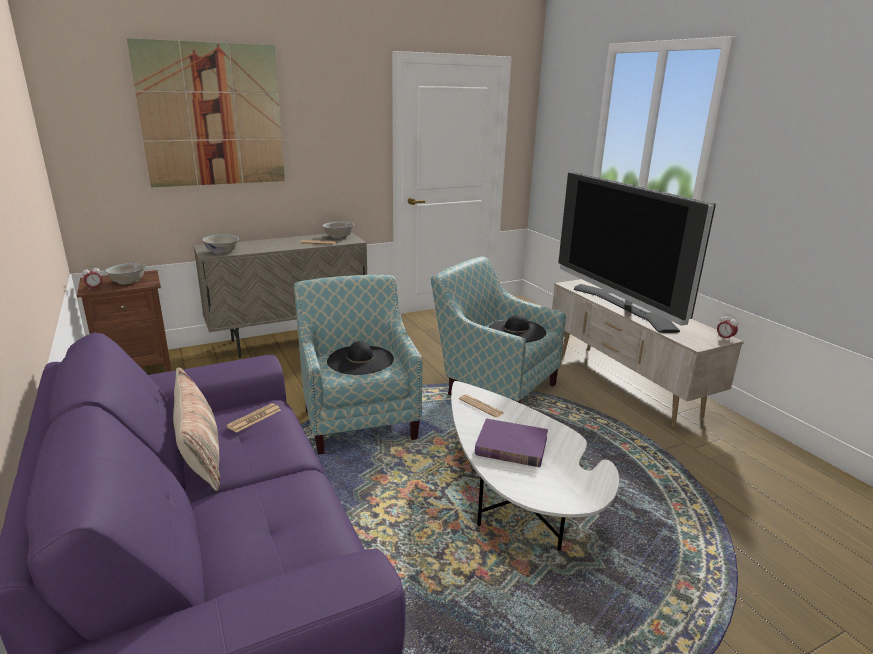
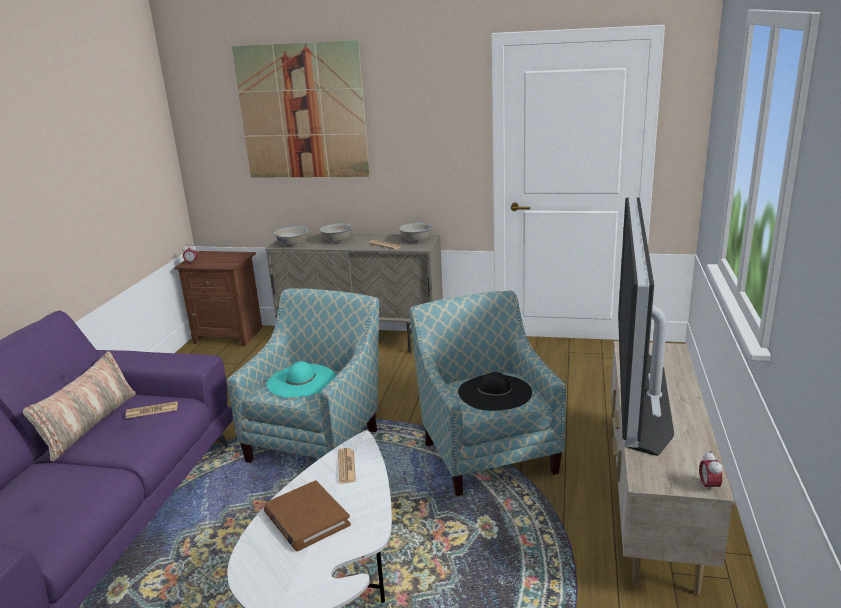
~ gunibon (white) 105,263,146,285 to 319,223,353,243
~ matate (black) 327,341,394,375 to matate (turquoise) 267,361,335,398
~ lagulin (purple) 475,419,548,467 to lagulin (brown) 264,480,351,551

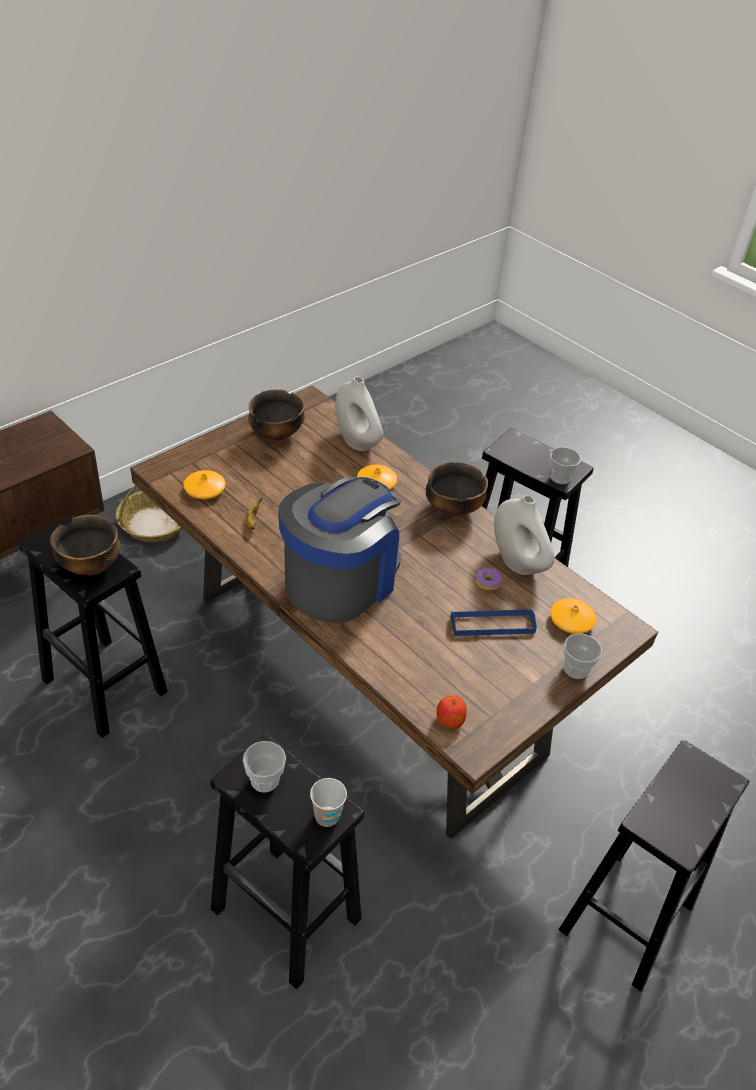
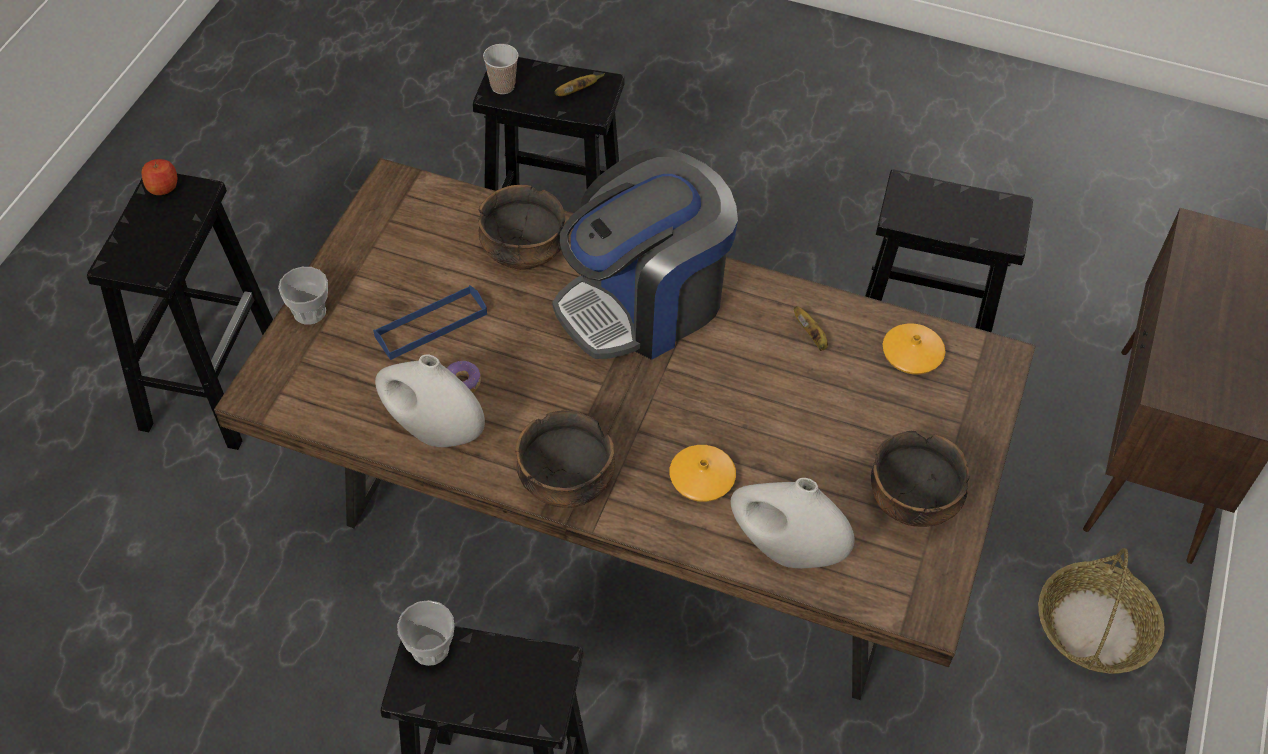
- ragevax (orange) 550,598,596,634
~ gunibon 50,515,121,576 to 478,185,565,270
~ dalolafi 437,696,467,729 to 141,159,177,195
~ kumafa 243,741,286,792 to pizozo 554,73,605,96
~ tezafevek 278,477,402,623 = 553,148,738,360 45 degrees clockwise

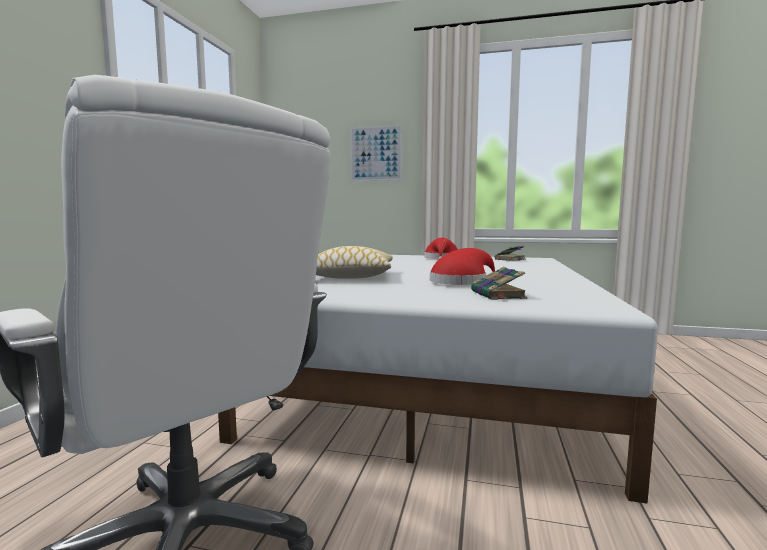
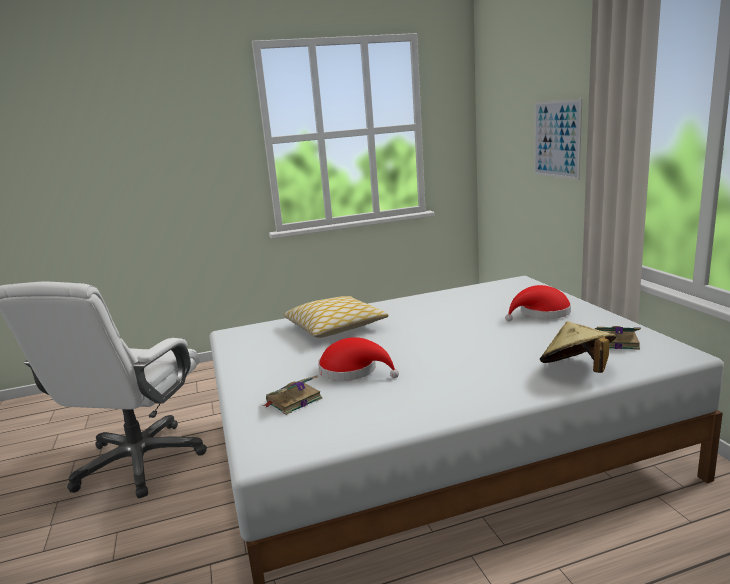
+ matate (beige) 540,321,616,373

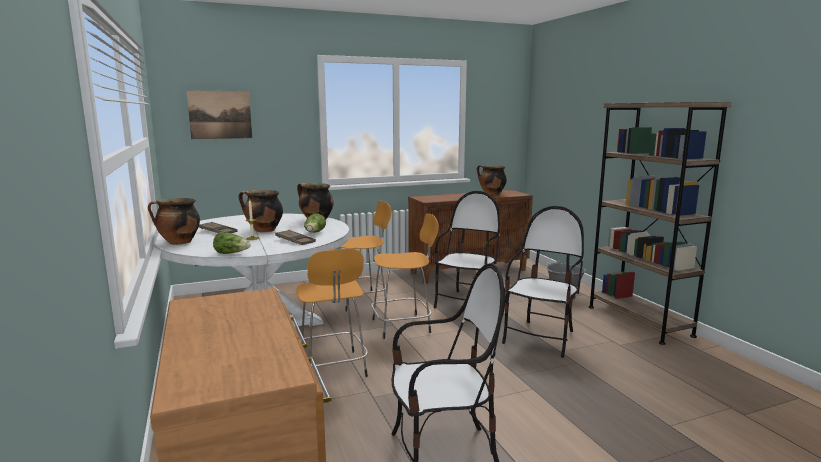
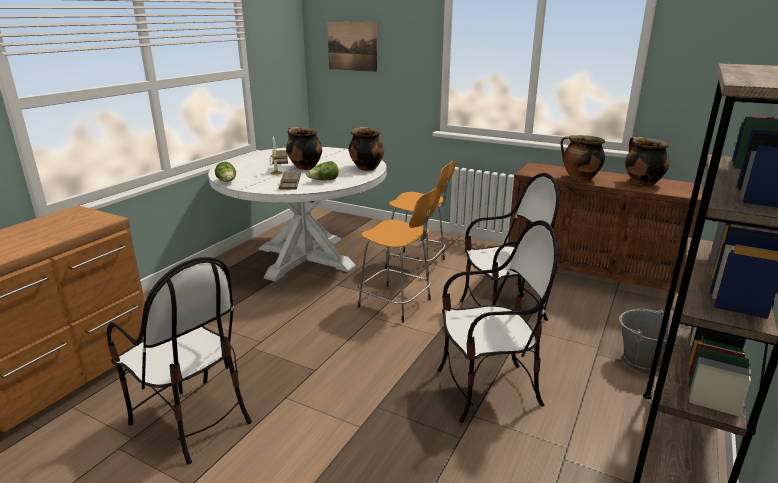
- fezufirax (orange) 296,249,368,377
~ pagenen 148,198,200,245 to 561,135,605,181

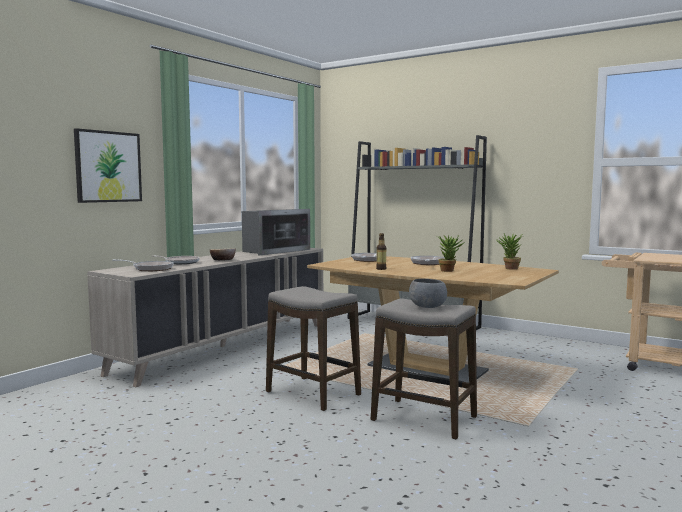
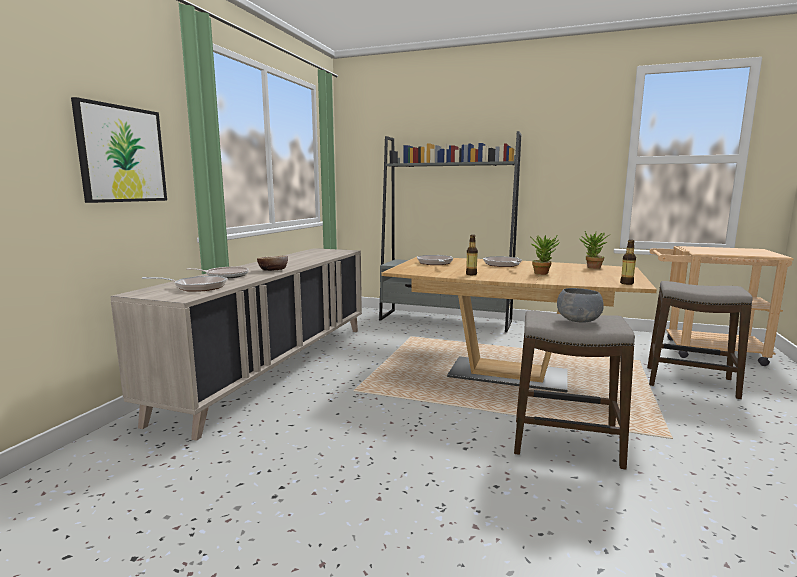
- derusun 242,209,310,256
+ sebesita 620,240,636,285
~ fezufirax 266,286,361,411 to 647,281,753,399

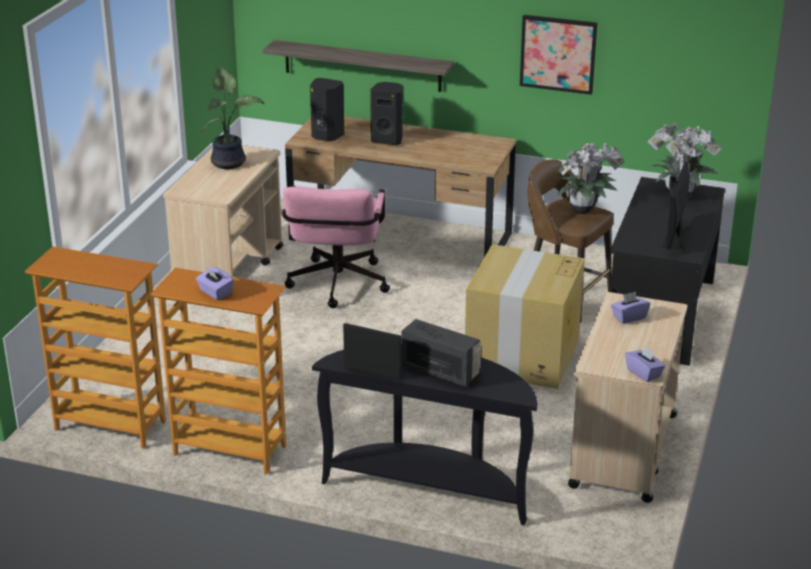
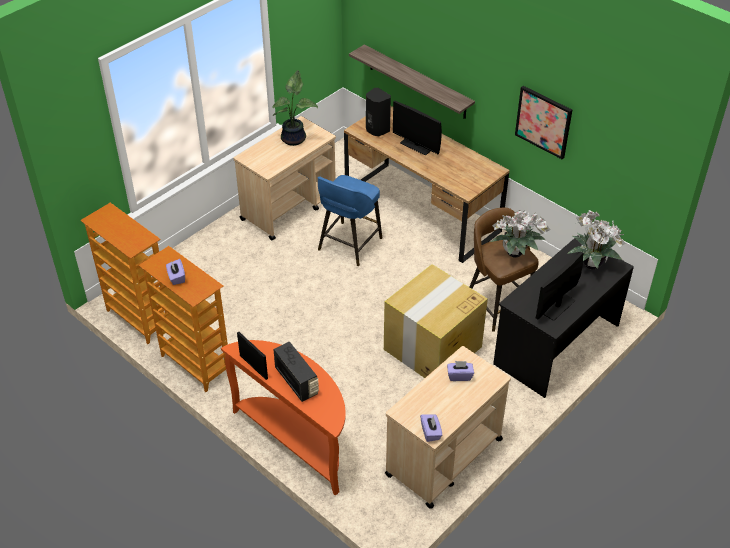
~ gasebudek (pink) 282,186,390,308 to fezufirax (blue) 318,175,382,266
~ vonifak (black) 370,82,403,145 to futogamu 393,101,442,156
~ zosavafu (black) 312,350,538,525 to zosavafu (orange) 221,340,346,496

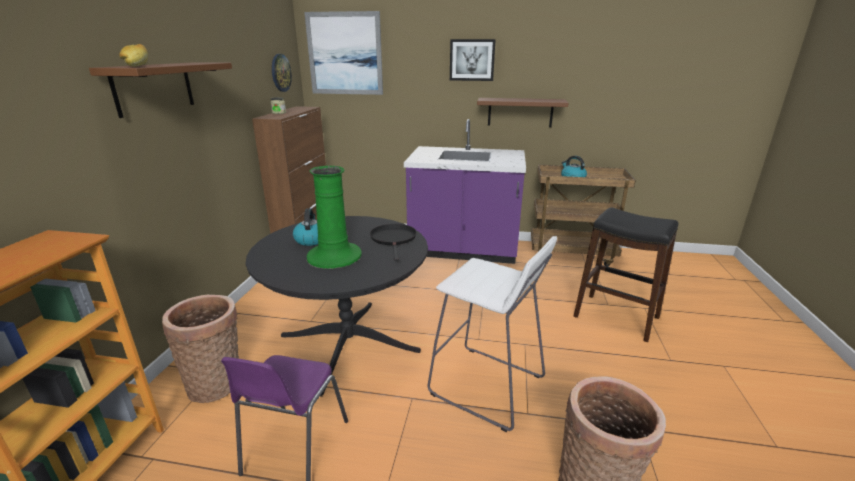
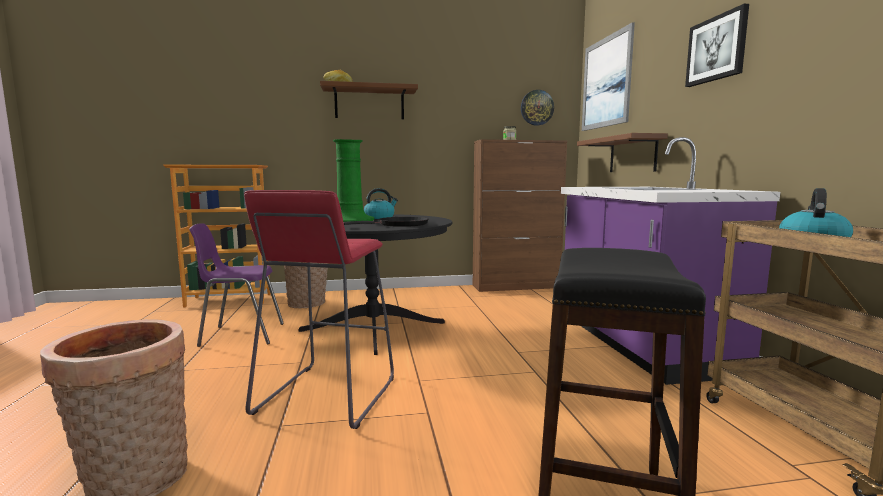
~ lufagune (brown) 477,98,568,127 to 577,133,668,172
~ fezufirax (white) 427,236,557,432 to fezufirax (red) 244,190,394,429

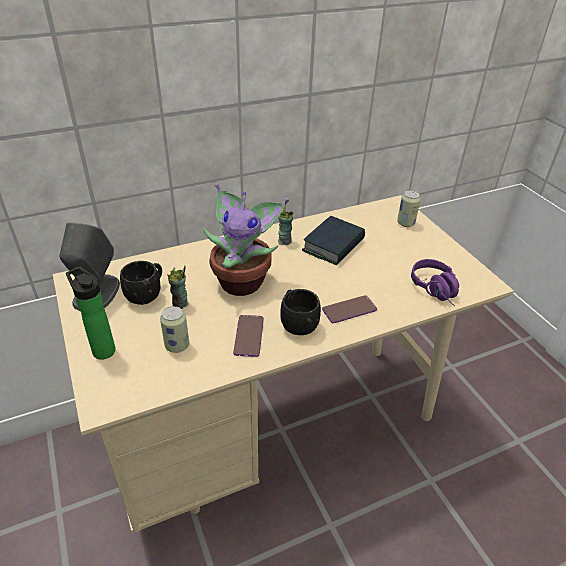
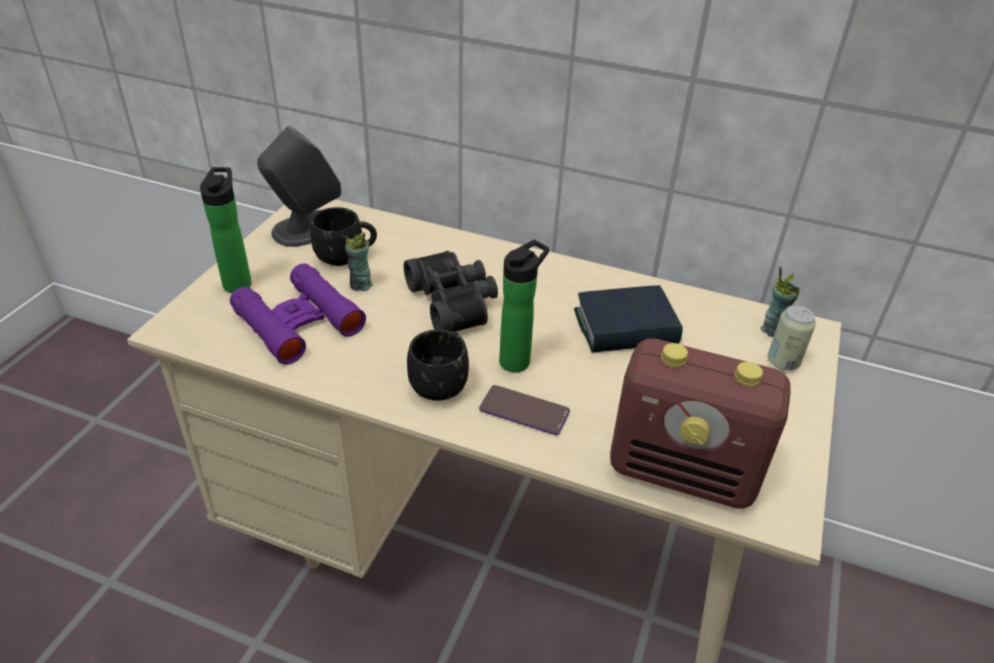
- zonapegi 233,315,264,357
+ sebesita 499,240,549,372
~ kumafa 278,206,294,245 to 760,267,800,337
~ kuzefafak 160,306,189,353 to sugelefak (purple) 230,263,366,364
~ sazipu 203,183,289,296 to sugelefak (black) 404,251,498,331
~ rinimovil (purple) 411,259,459,306 to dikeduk 610,338,791,509

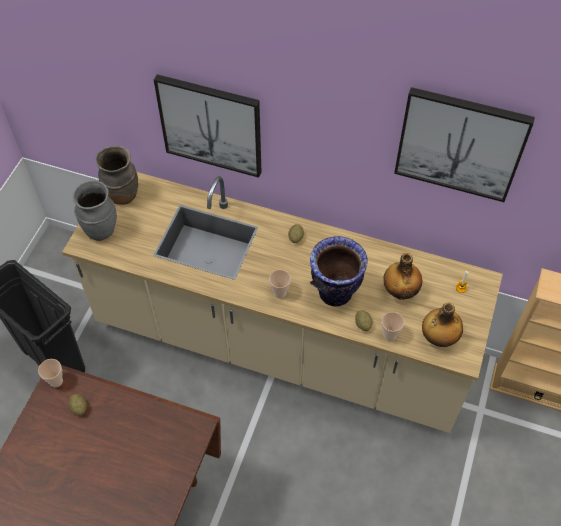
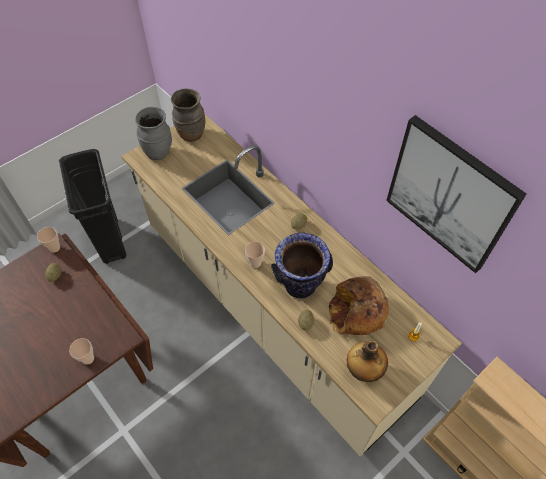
- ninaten 154,74,262,178
~ kumafa 382,312,404,341 to 69,338,94,365
~ sebesita 383,253,422,300 to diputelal 328,276,389,335

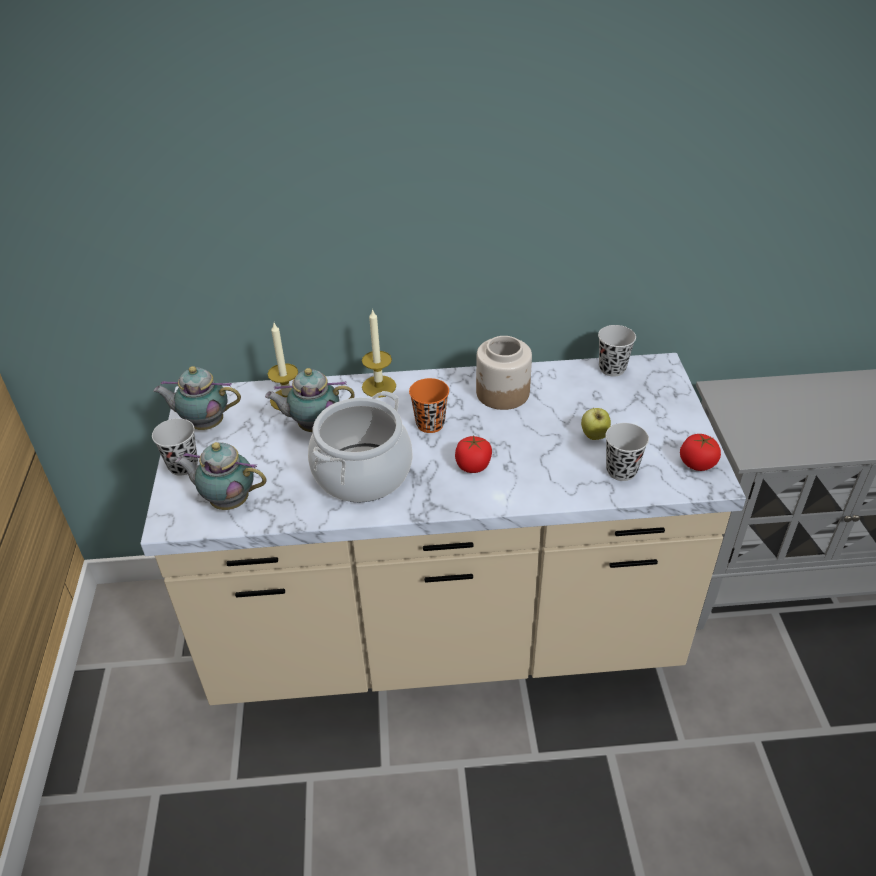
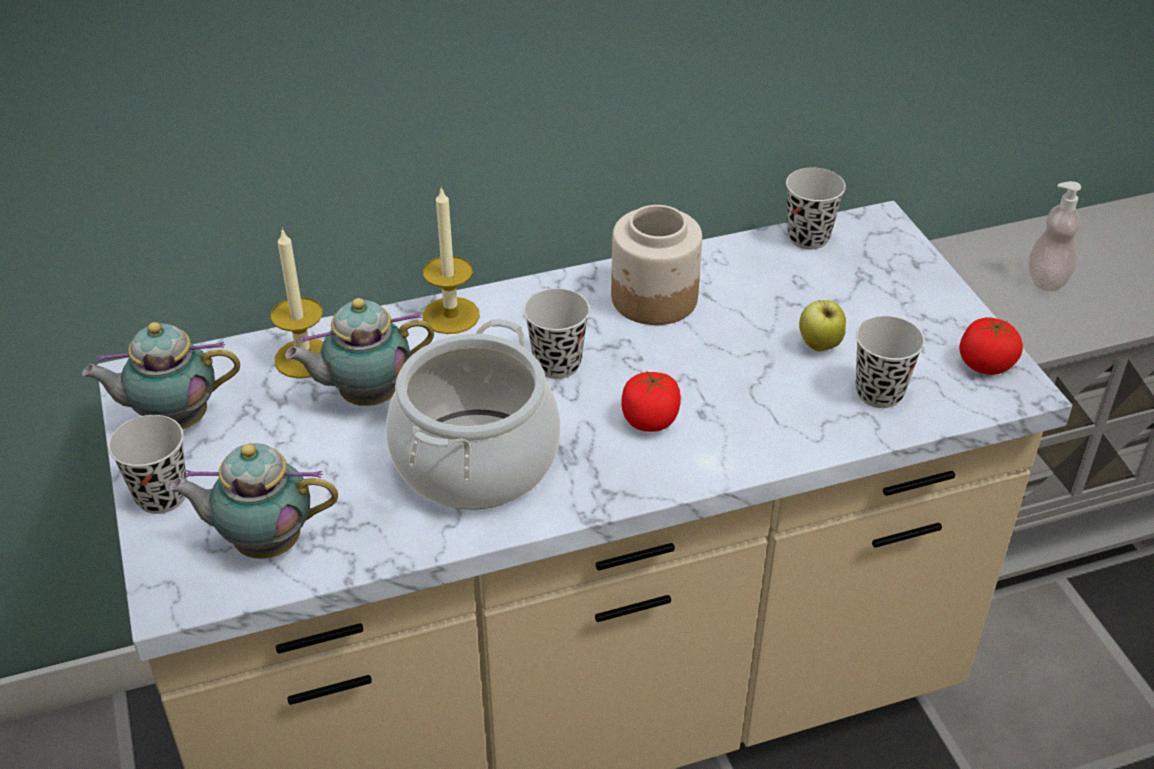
+ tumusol 1029,181,1081,292
~ kumafa (orange) 409,378,449,433 to kumafa (black) 524,288,590,379

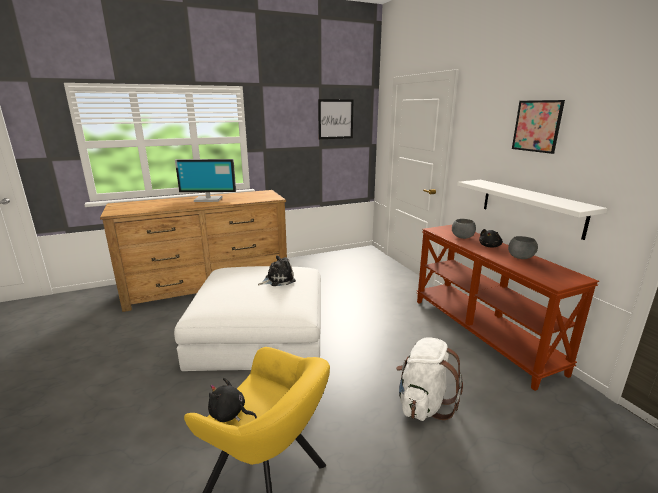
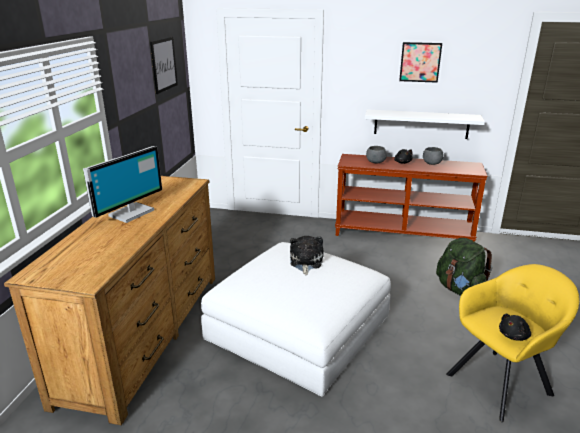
~ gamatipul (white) 396,338,463,421 to gamatipul (green) 436,238,492,296

